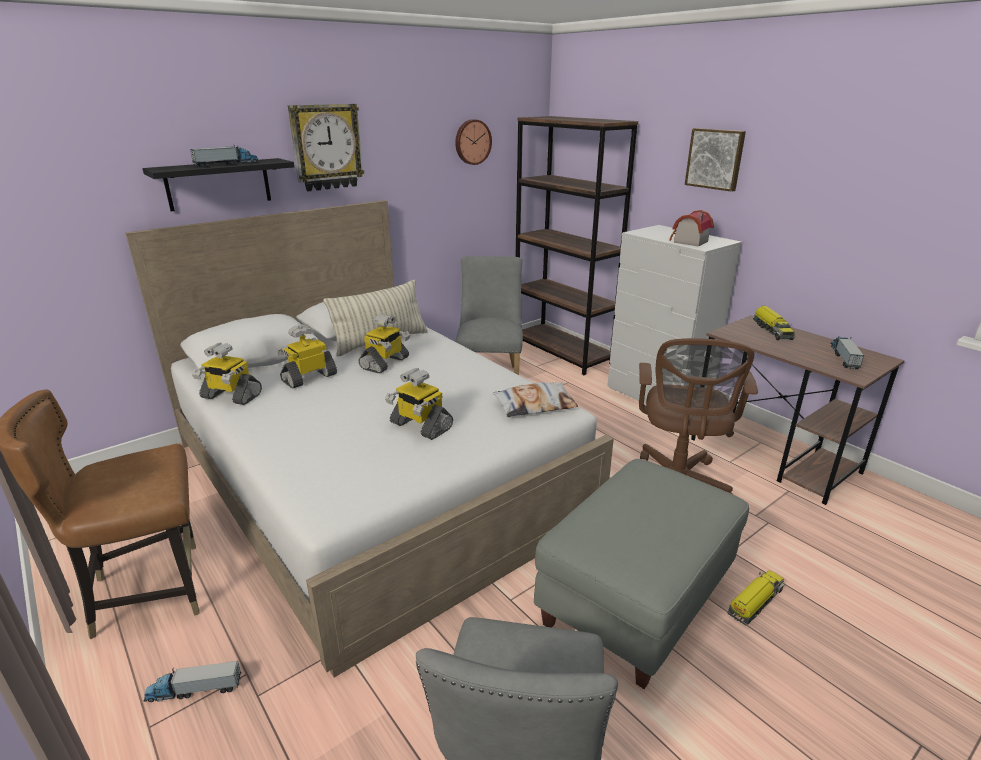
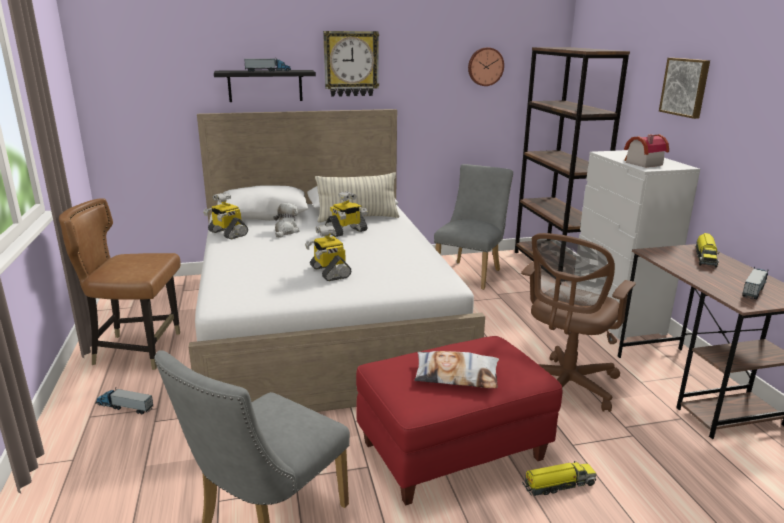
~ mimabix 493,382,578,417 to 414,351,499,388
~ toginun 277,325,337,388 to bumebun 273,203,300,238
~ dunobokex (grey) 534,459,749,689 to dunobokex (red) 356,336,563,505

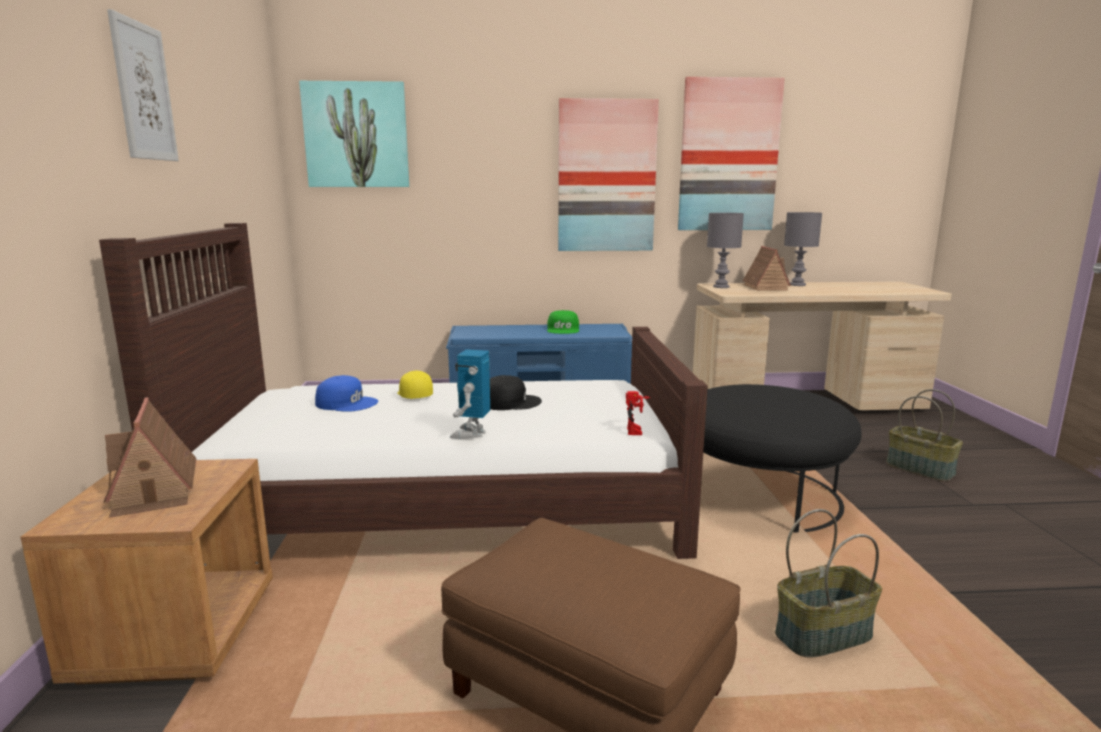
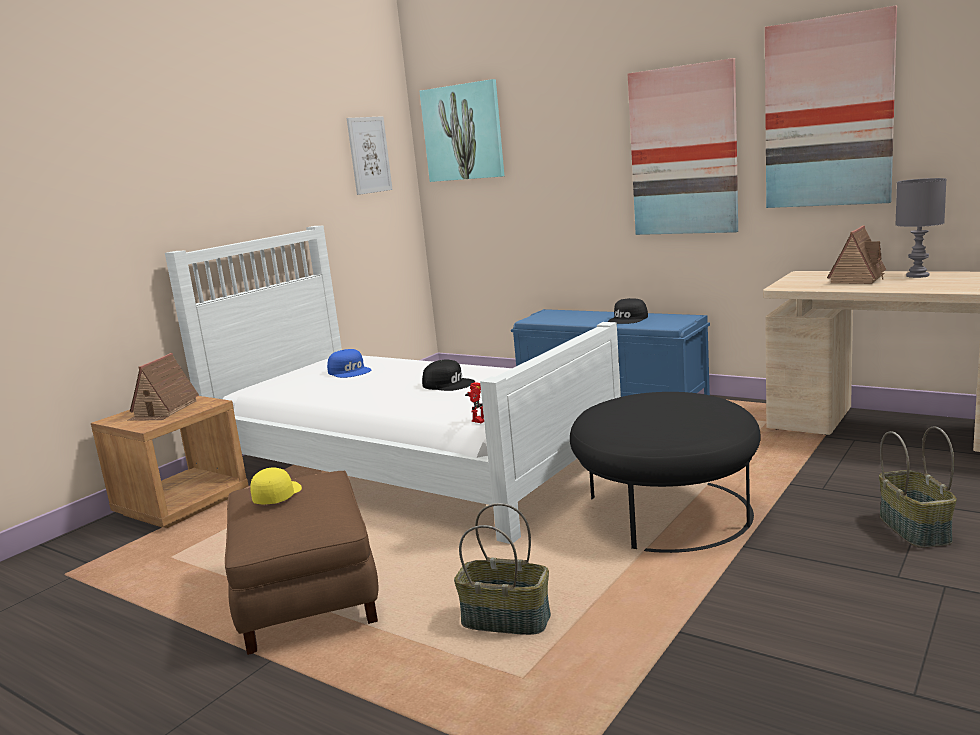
- toginun 450,349,490,439
- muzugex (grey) 707,213,744,288
~ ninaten 107,9,179,161 to 347,116,393,195
~ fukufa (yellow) 398,371,433,399 to 250,467,302,504
~ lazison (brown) 99,223,708,559 to lazison (white) 165,226,621,544
~ fukufa (green) 547,310,579,334 to fukufa (black) 608,298,648,324

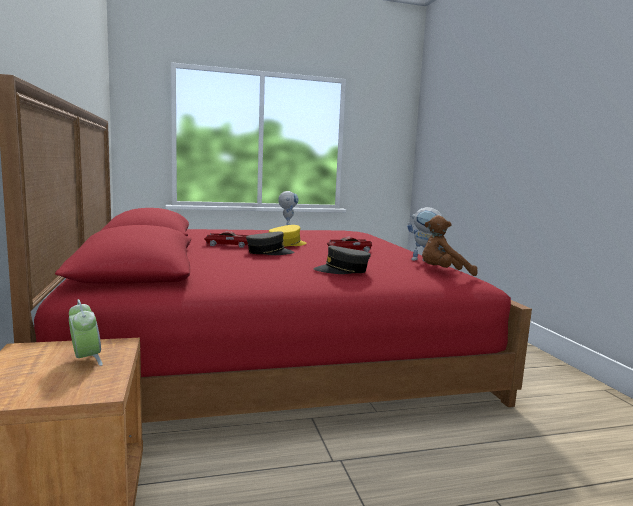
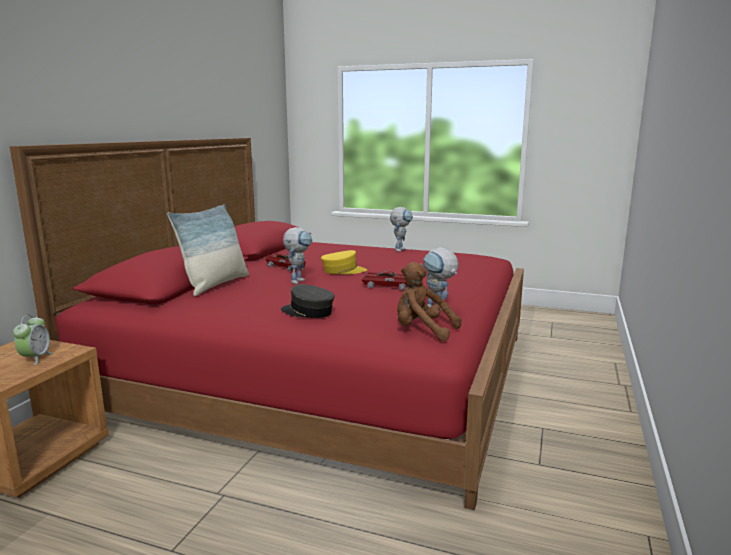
+ mimabix 167,204,249,296
~ fukufa (grey) 246,231,295,255 to toginun 283,227,313,284

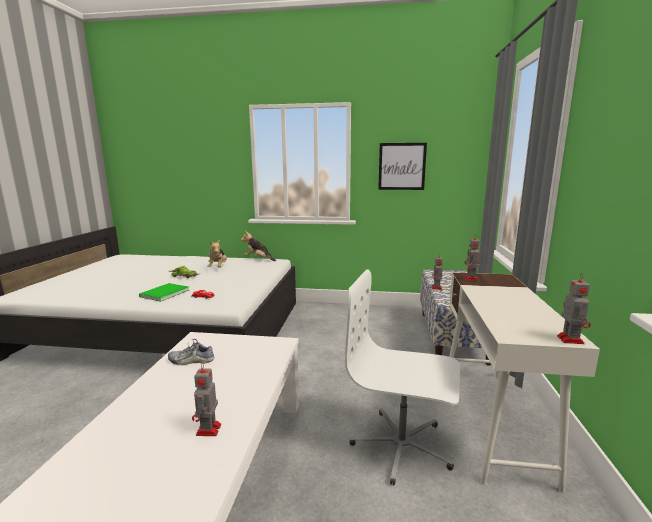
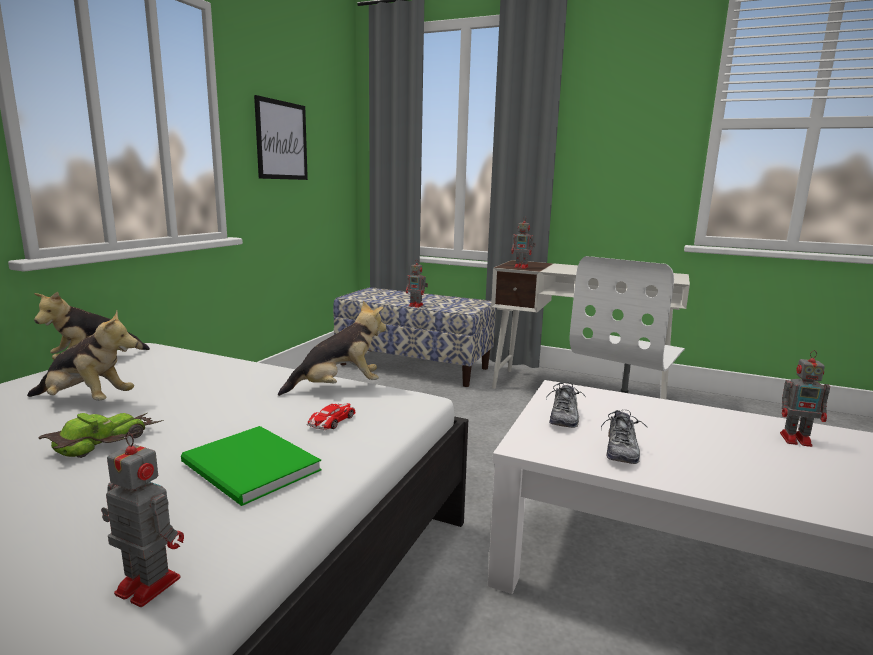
+ bumebun 278,301,386,396
+ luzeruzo 546,382,586,428
~ toginun 557,273,591,344 to 101,432,184,607

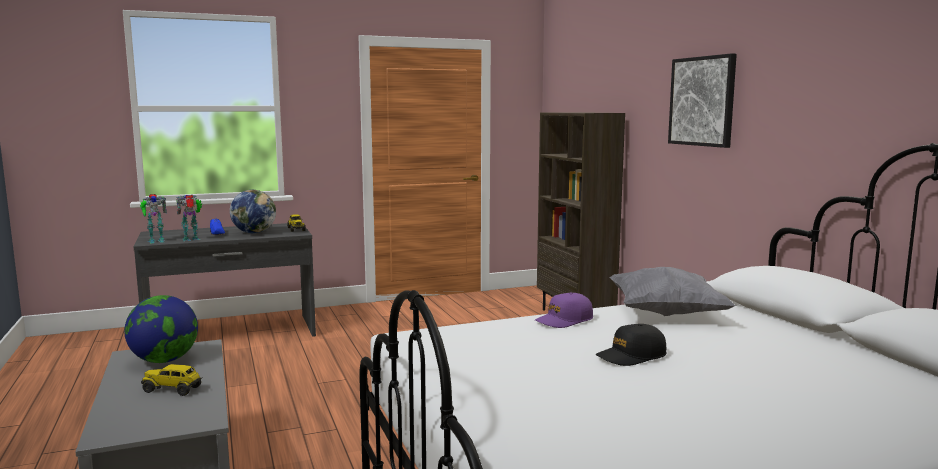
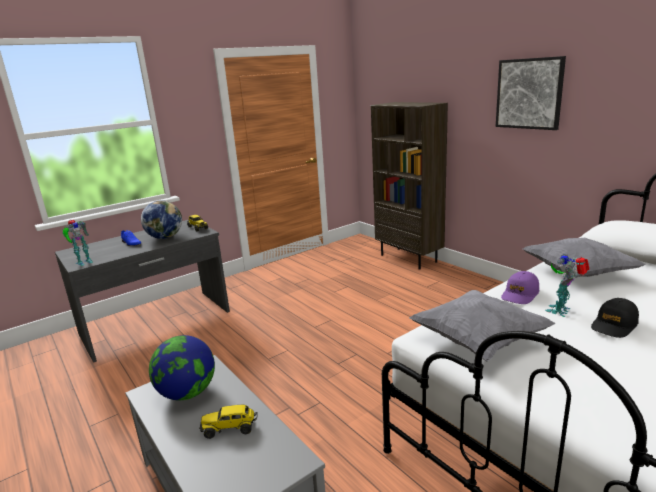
+ mimabix (grey) 409,290,556,362
~ toginun 176,195,202,241 to 545,254,589,317

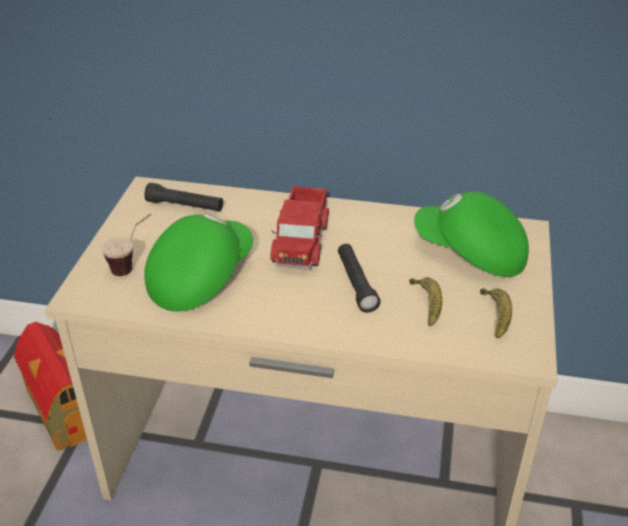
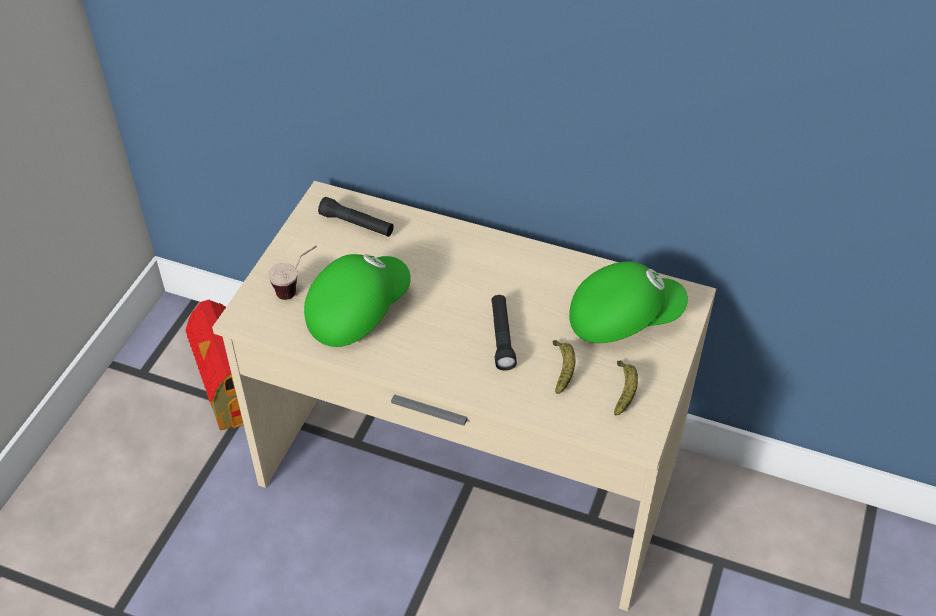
- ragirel 270,186,329,269
~ fukufa (green) 414,191,529,277 = 569,261,688,343 135 degrees clockwise

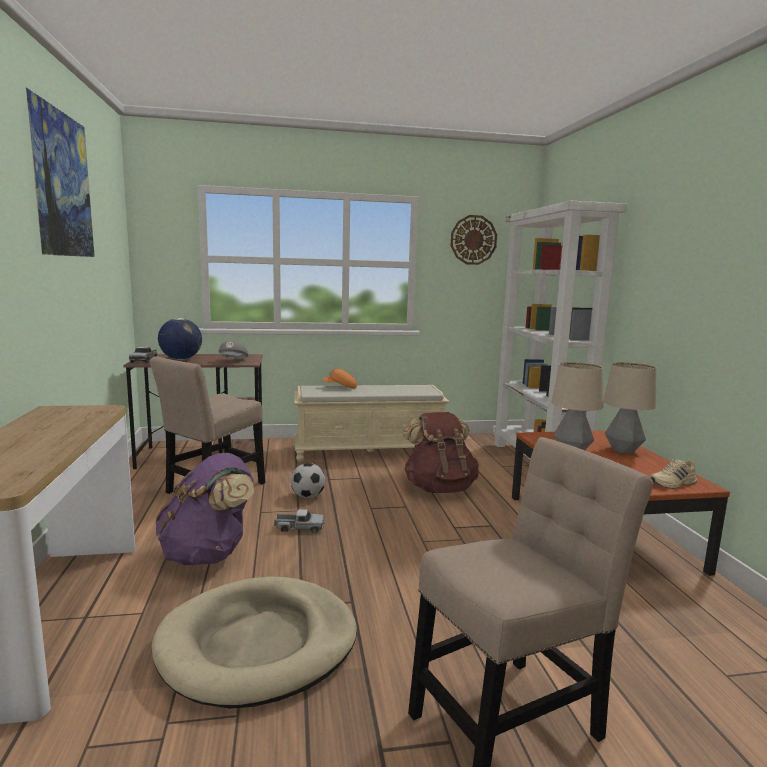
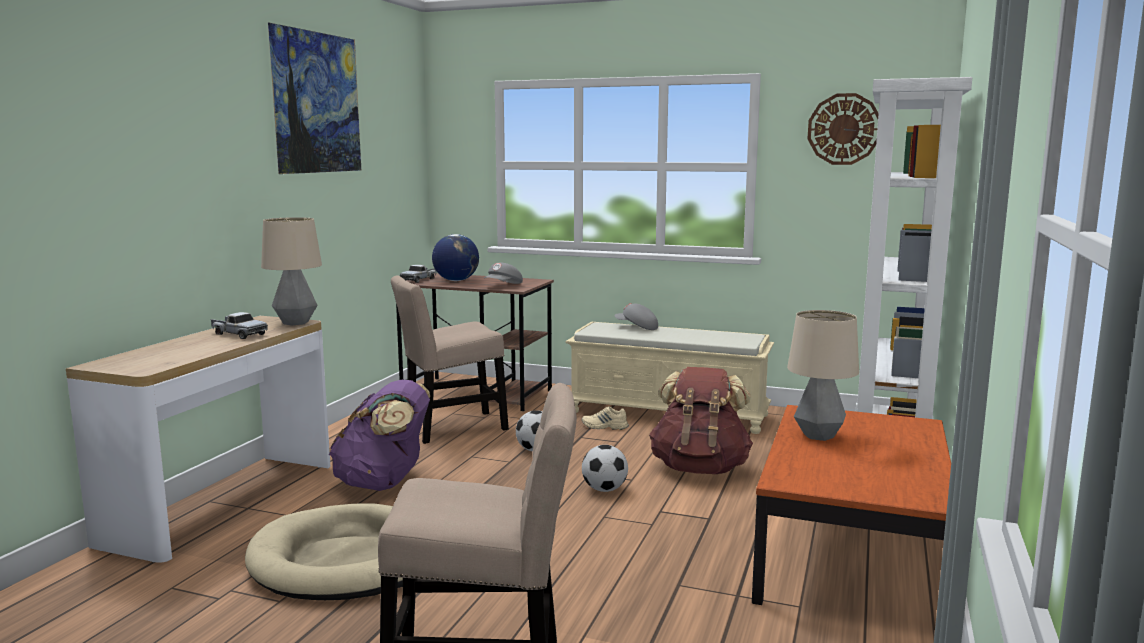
+ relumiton 582,445,628,492
~ ragirel 274,509,325,533 to 211,312,268,339
~ muzugex 603,362,656,454 to 261,217,322,326
~ luzeruzo (beige) 650,459,697,489 to 582,407,629,430
~ fukufa (orange) 322,369,357,389 to fukufa (grey) 615,303,658,330

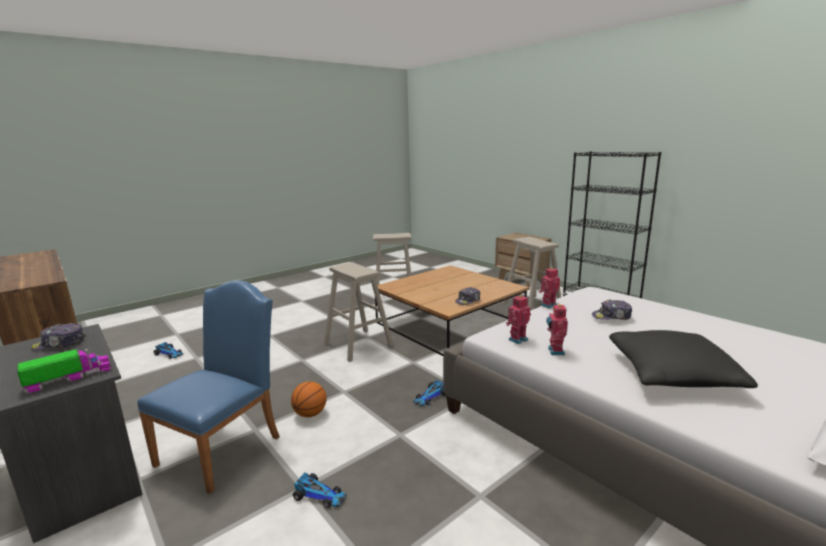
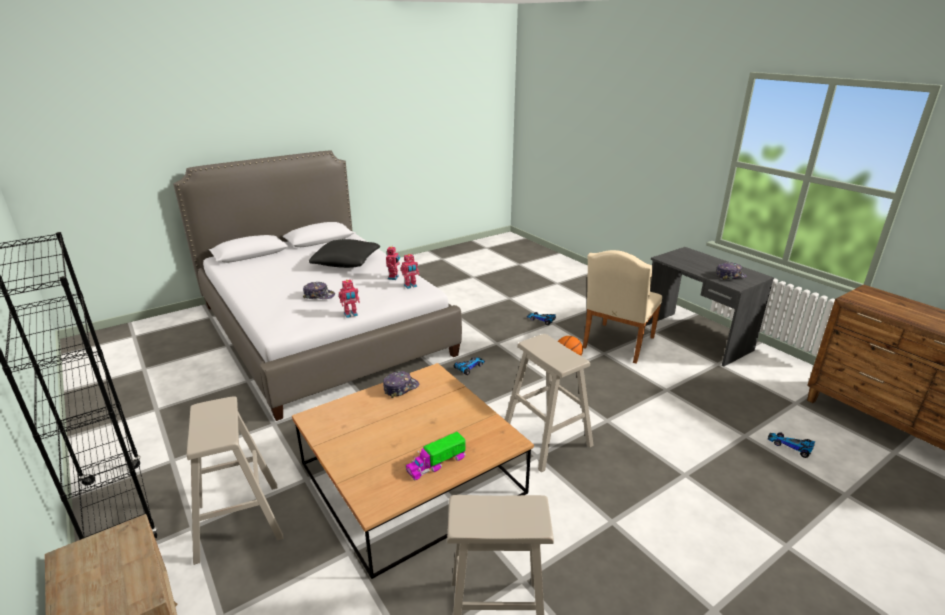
~ ragirel 17,349,111,394 to 405,432,466,481
~ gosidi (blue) 138,280,280,494 to gosidi (beige) 583,250,662,363

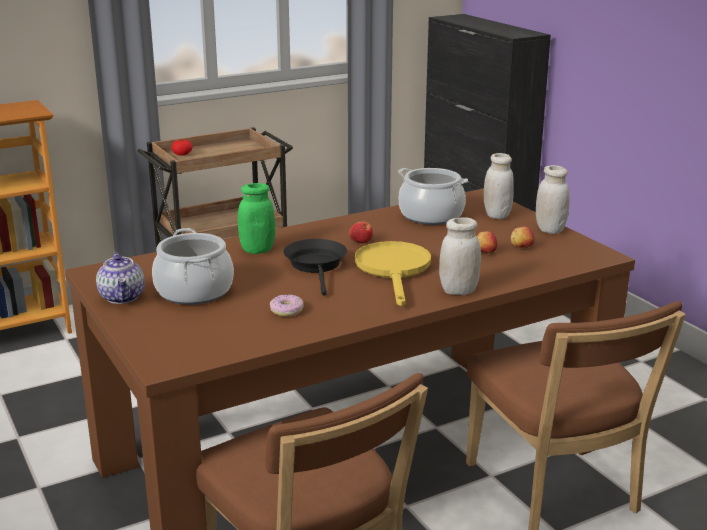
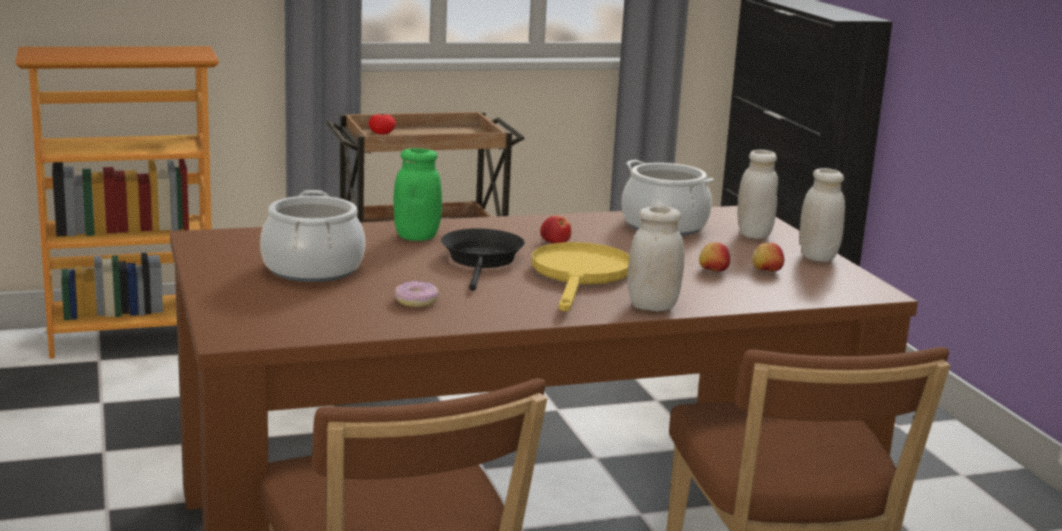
- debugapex 96,252,145,304

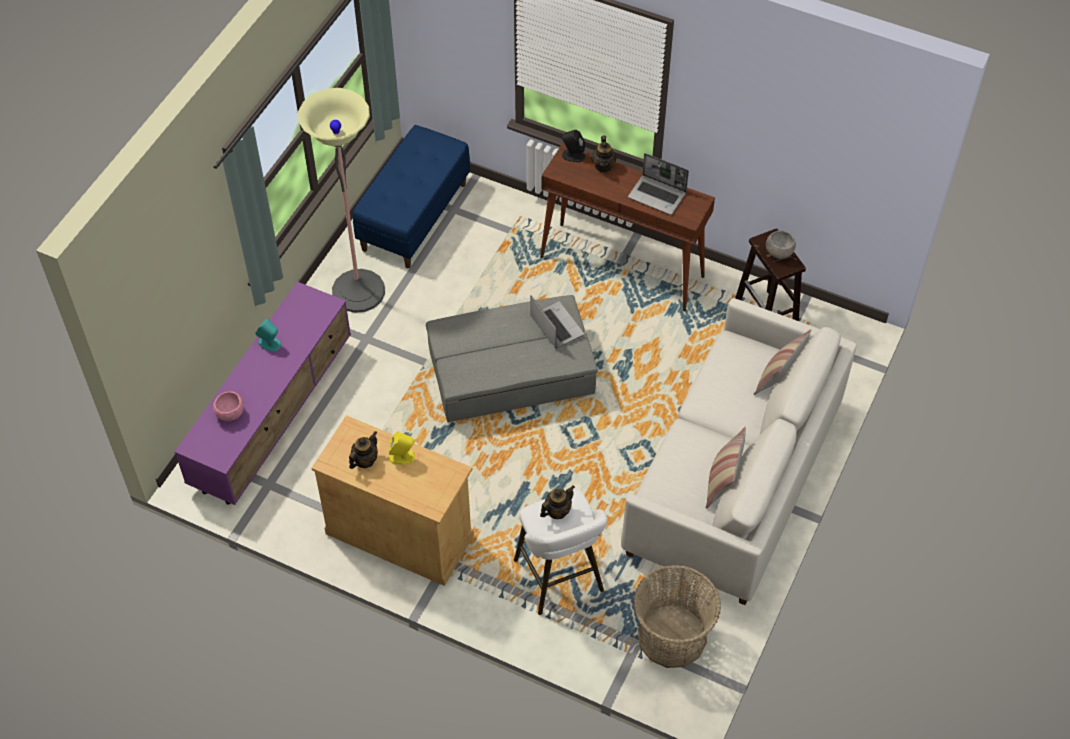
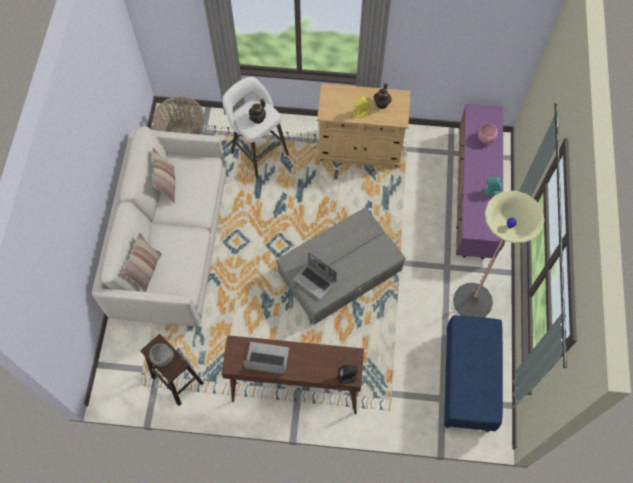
- debugapex 591,136,617,172

